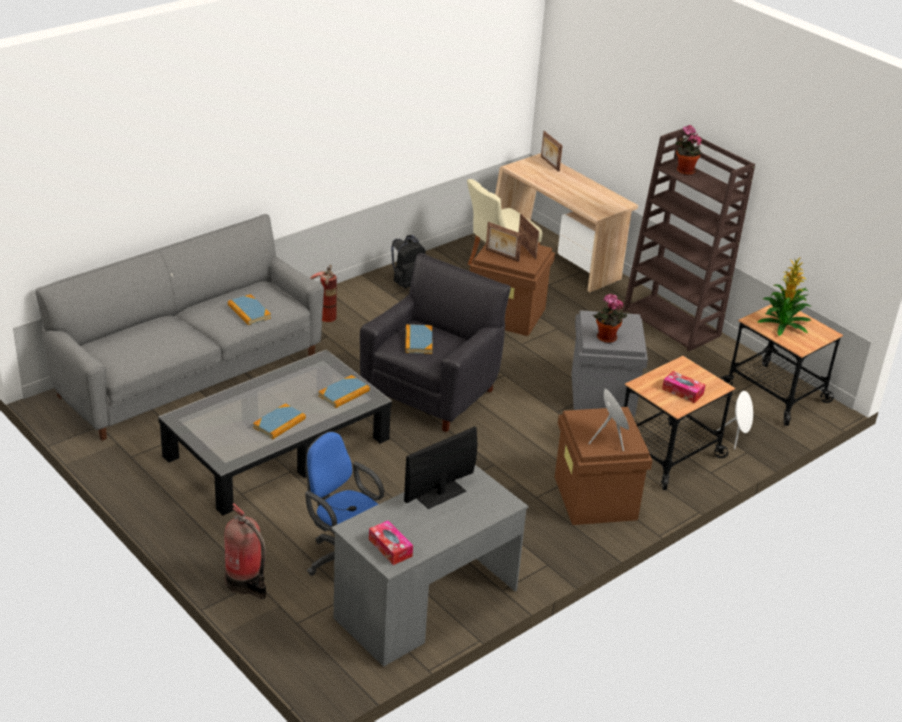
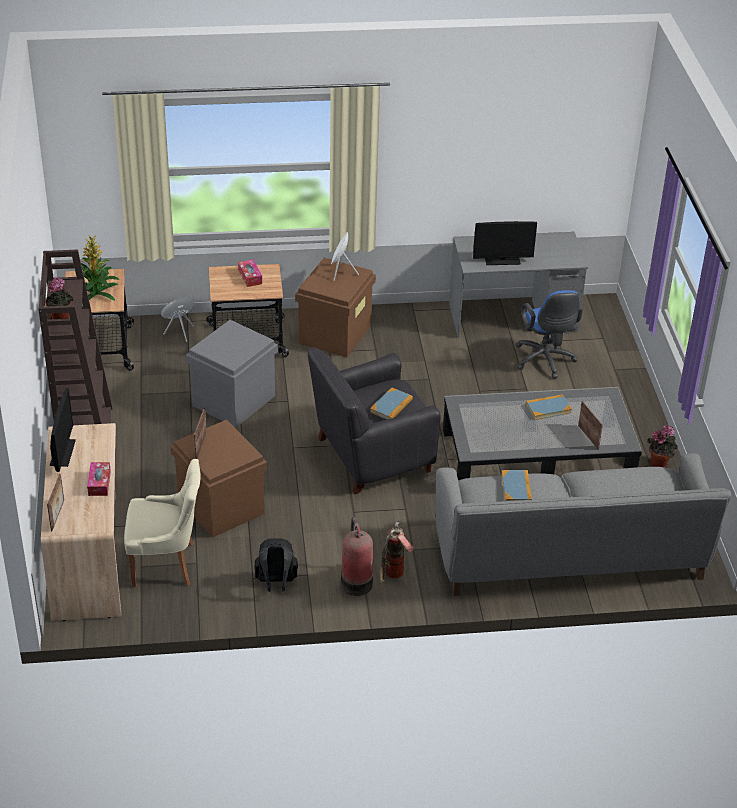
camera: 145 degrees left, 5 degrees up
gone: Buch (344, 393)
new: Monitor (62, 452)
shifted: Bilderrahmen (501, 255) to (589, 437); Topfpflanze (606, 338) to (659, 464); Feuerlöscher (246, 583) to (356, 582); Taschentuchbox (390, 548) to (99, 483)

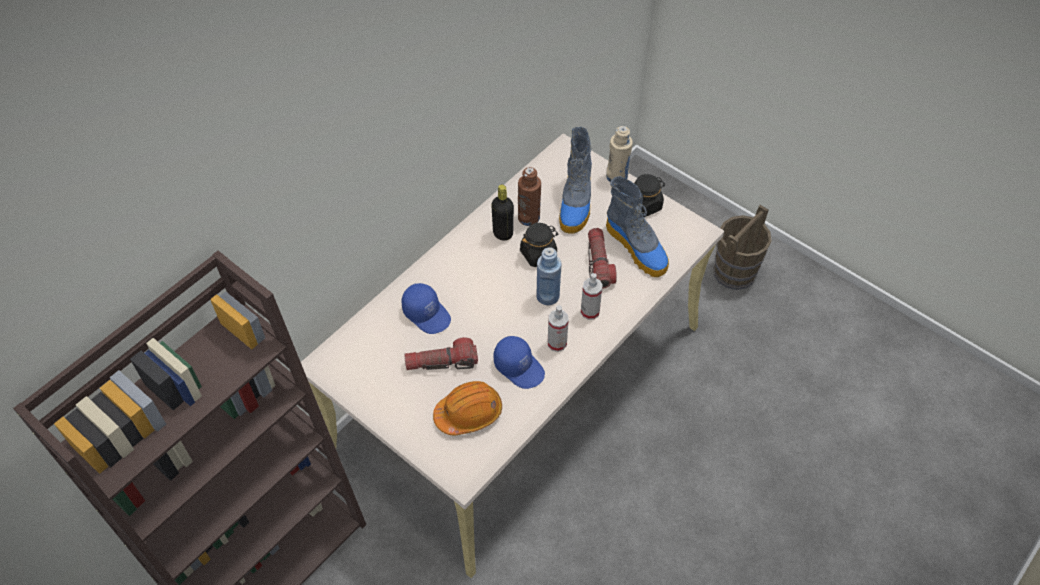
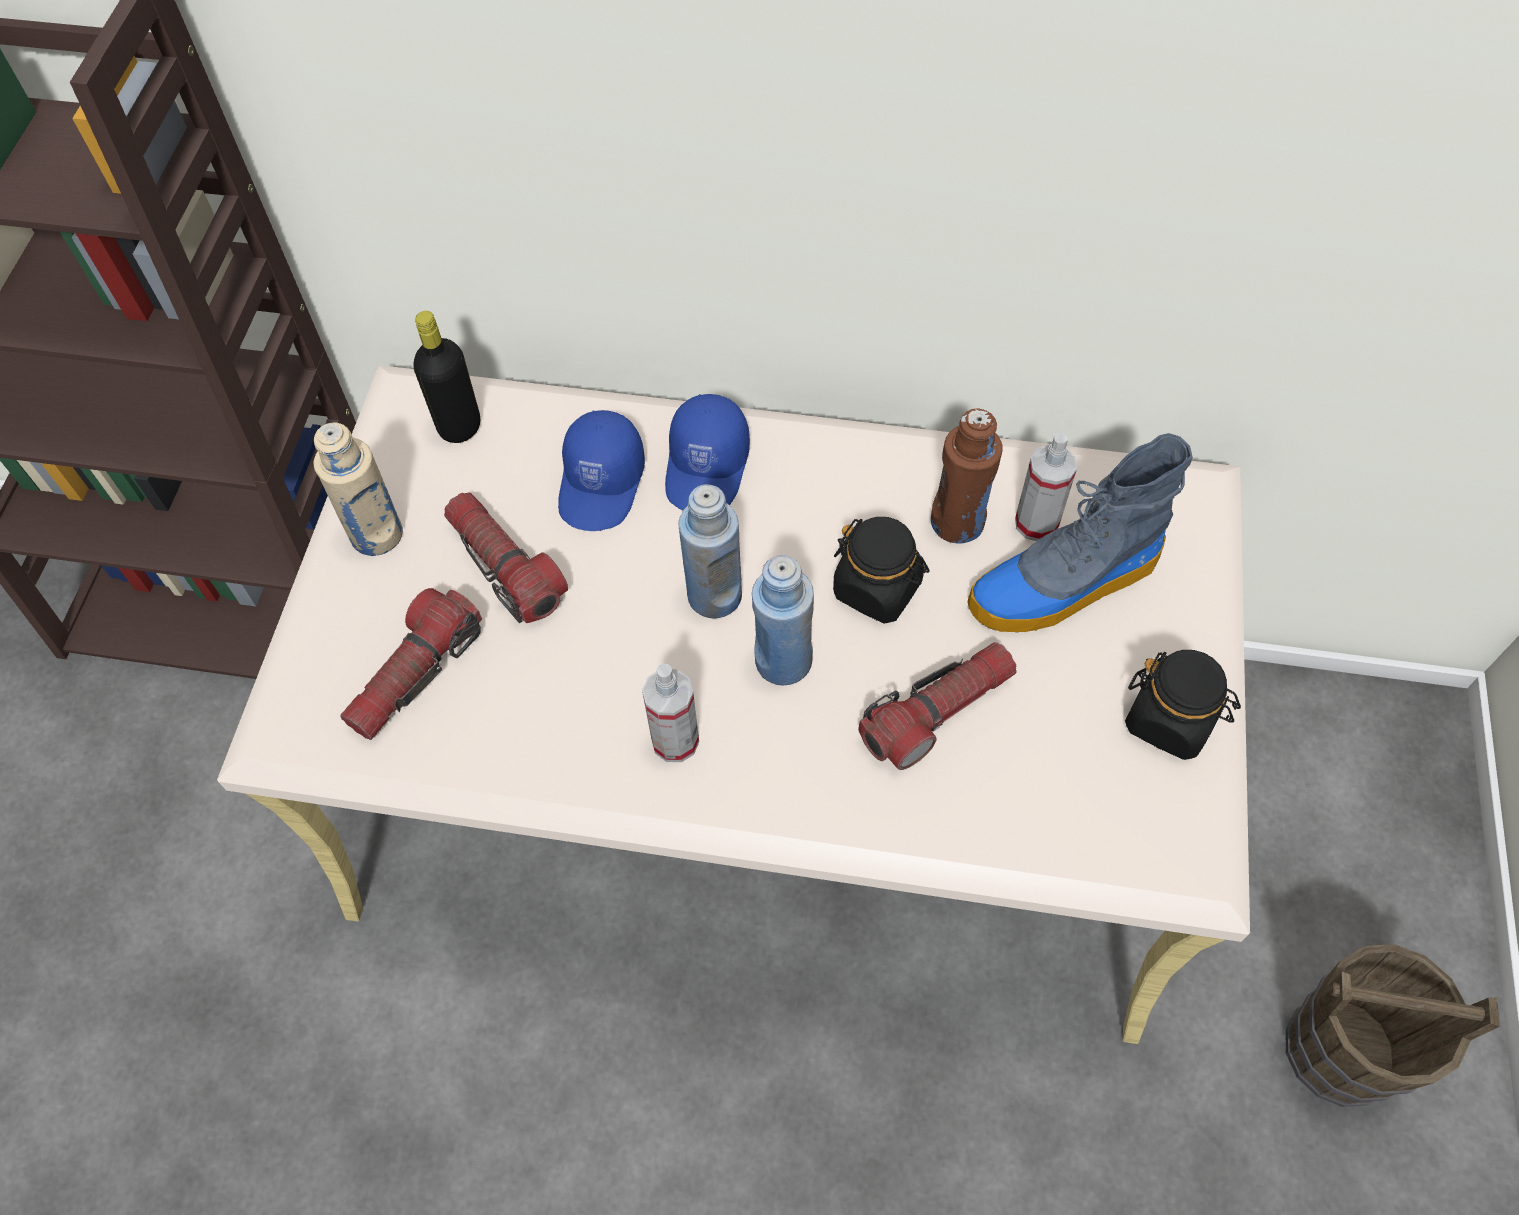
camera: 60 degrees right, 5 degrees up
gone: Stiefel (637, 248)
new: Flasche [blau] (714, 595)
shifted: Flasche [beige] (617, 176) to (377, 534); Flasche [schwarz] (503, 233) to (459, 426); Sprühflasche (590, 312) to (1036, 523); Kappe [blau] (519, 367) to (708, 467)
swapped: Schutzhelm [orange] (469, 413) to Taschenlampe (416, 674)

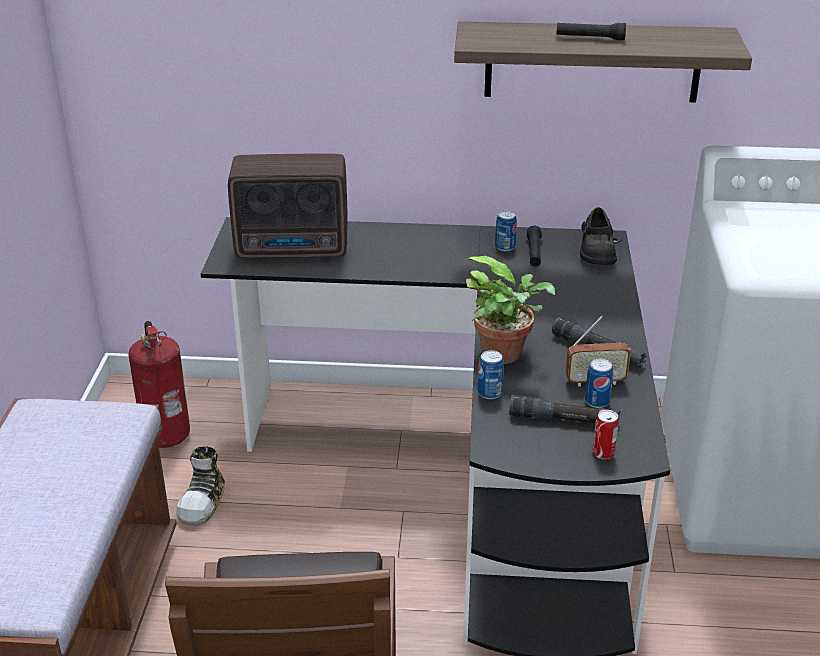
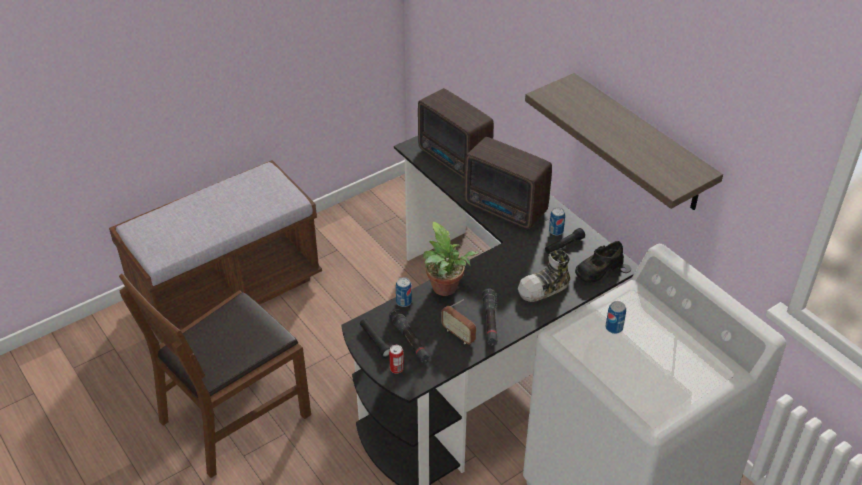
camera: 50 degrees right, 10 degrees up
gone: Feuerlöscher (166, 434)
new: Radio (506, 209)
shifted: Taschenlampe [schwarz] (590, 38) to (375, 341); Dose (597, 401) to (614, 328); Schuh (204, 502) to (544, 288)

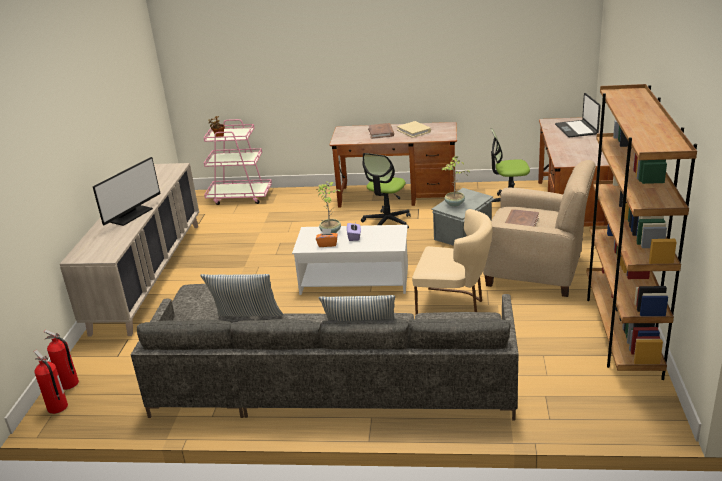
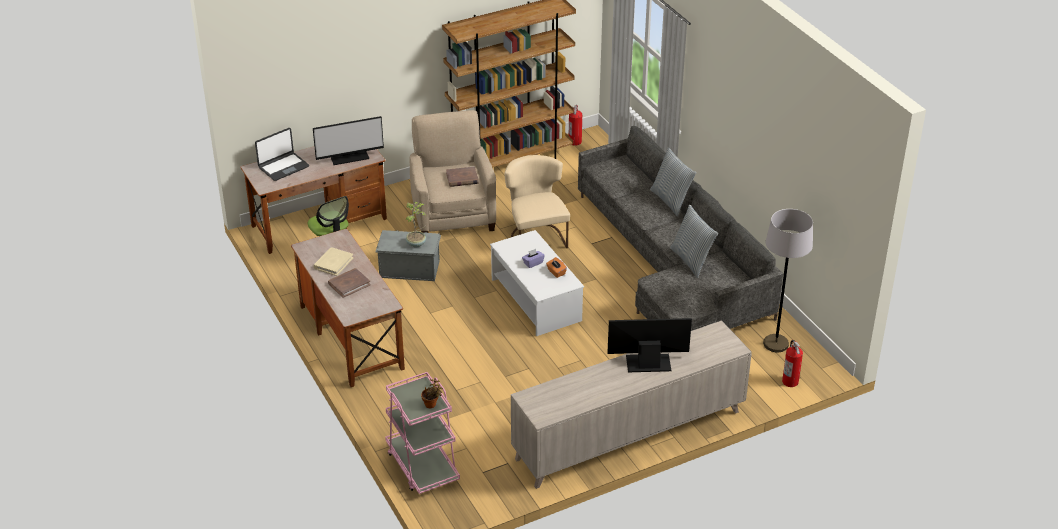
camera: 125 degrees left, 10 degrees up
gone: Bürostuhl (387, 222); Topfpflanze (331, 232)
new: Monitor (349, 156); Stehlampe [grau] (776, 344)
shifted: Feuerlöscher (57, 408) to (575, 142)

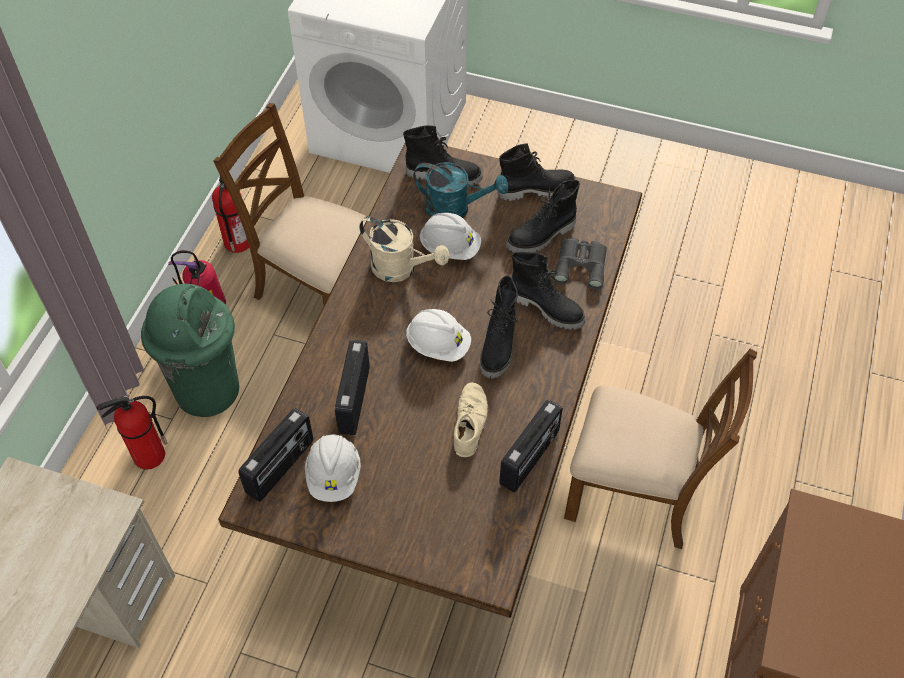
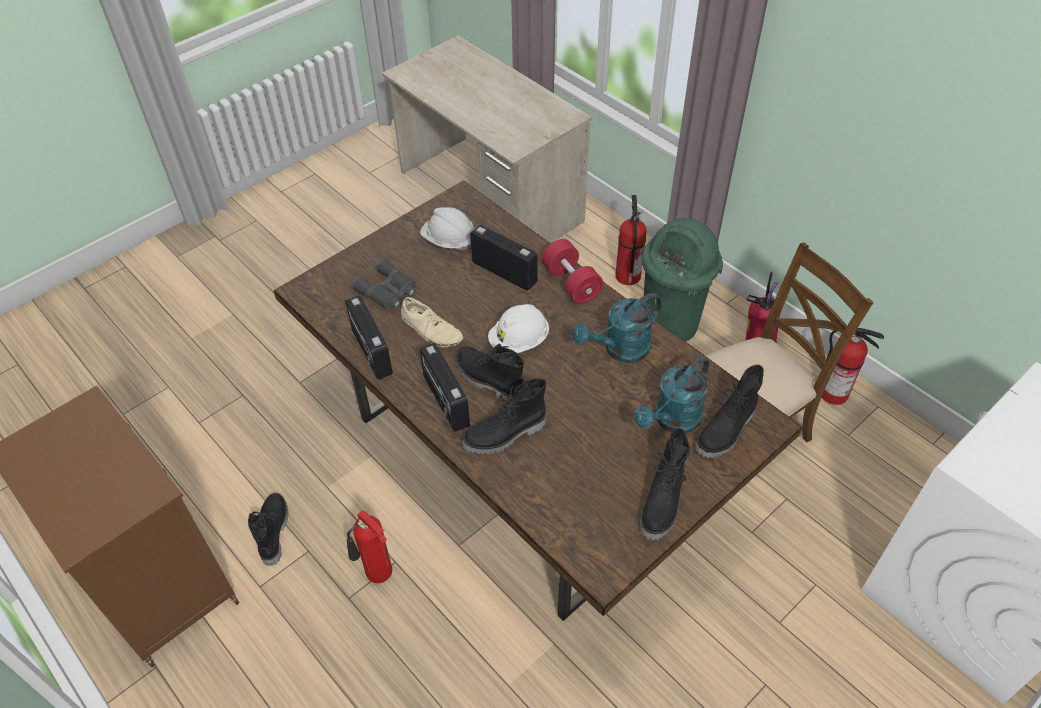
camera: 120 degrees right, 5 degrees down
gone: Schutzhelm [weiß] (450, 248)
new: Hantel [rot] (571, 283)
shifted: Stiefel [schwarz] (541, 237) to (273, 531); Fernglas [grau] (581, 265) to (388, 291); Radio (281, 467) to (445, 401)
swapped: Stuhl [braun] (635, 492) to Feuerlöscher (378, 574)
repainted: Gießkanne [beige] (401, 269) to Gießkanne [türkis] (620, 350)

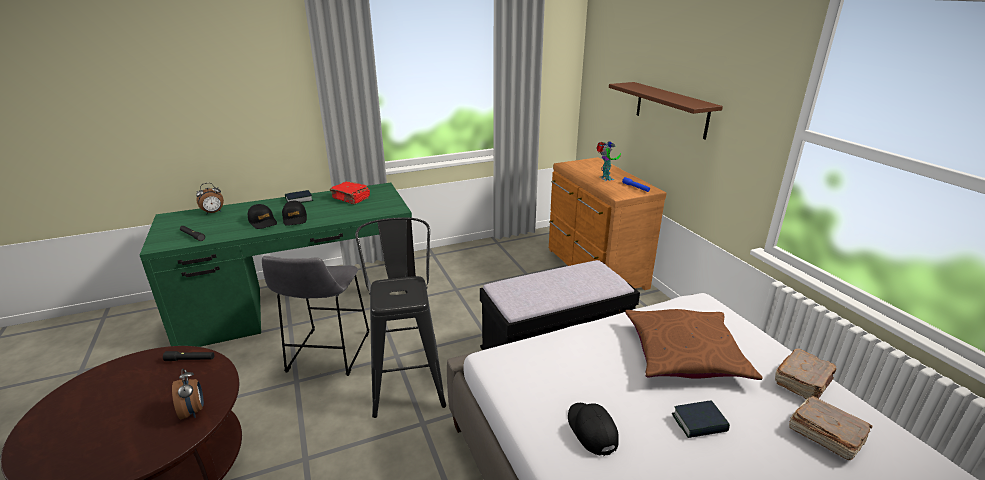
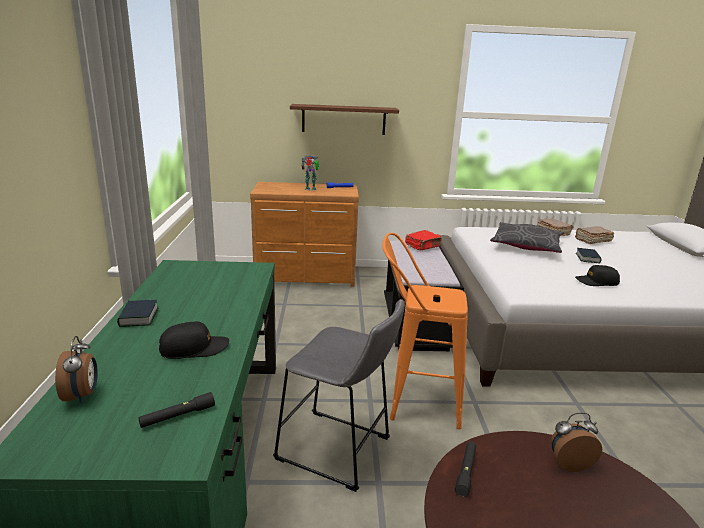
camera: 70 degrees left, 5 degrees down
gone: Kappe [schwarz] (295, 219)
shifted: Buch [rot] (351, 198) to (423, 246)
repainted: Hocker [schwarz] (407, 382) to Hocker [orange] (415, 400); Kissen [braun] (685, 354) to Kissen [grau] (526, 245)

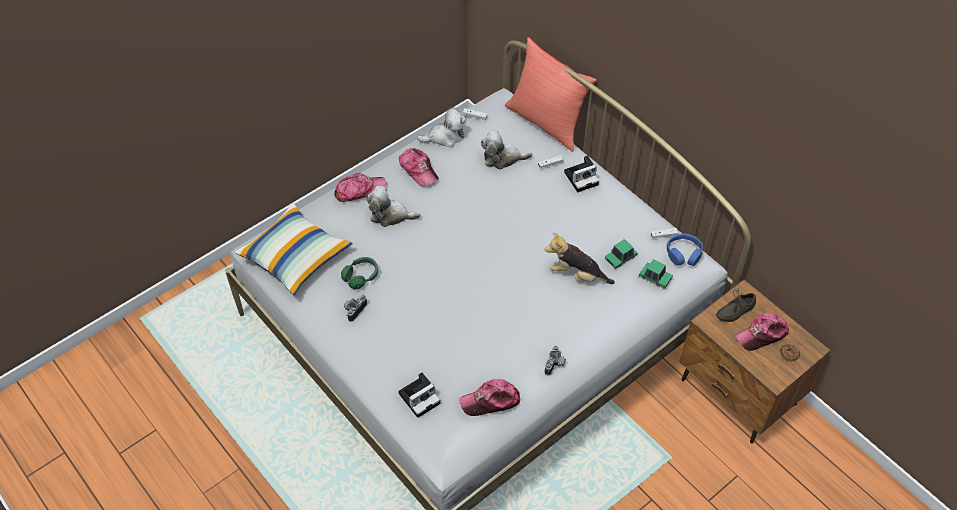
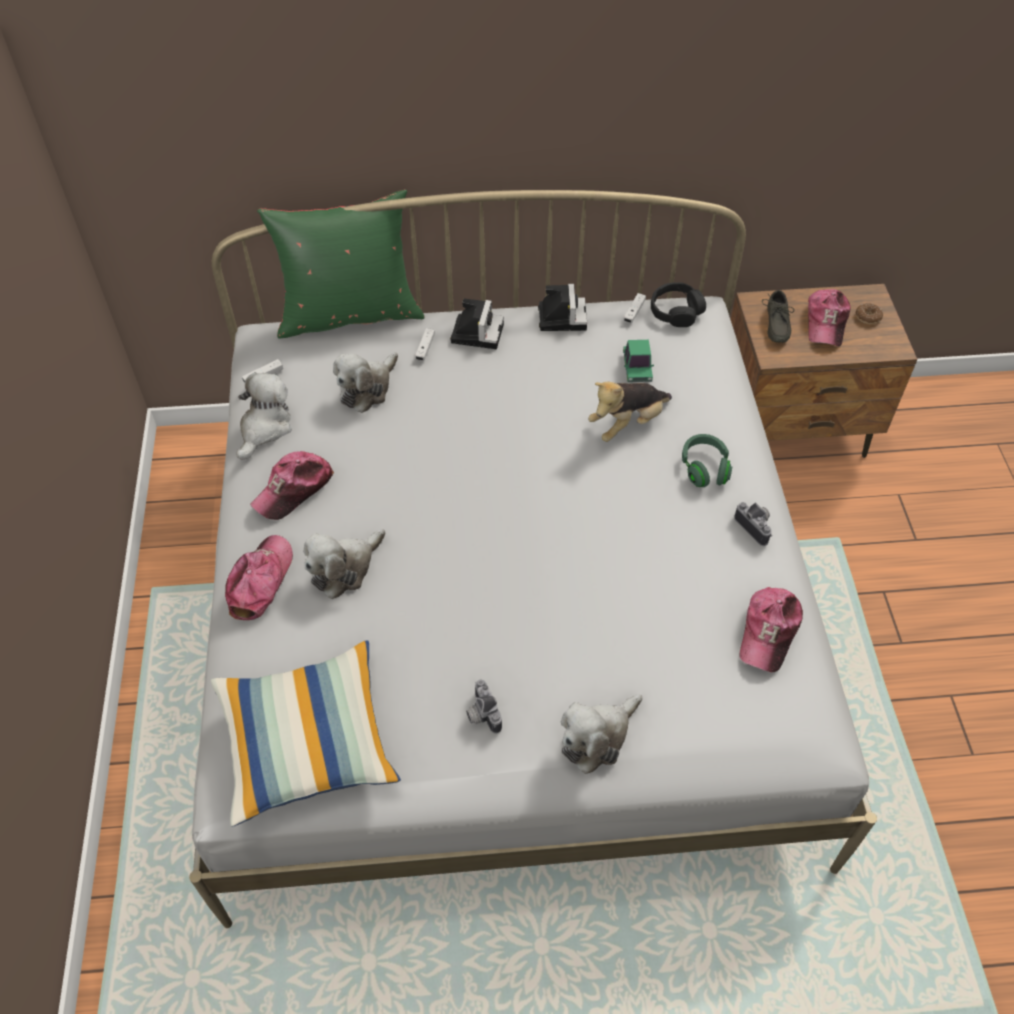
camera: 55 degrees left, 0 degrees up
gone: Spielzeugauto (655, 278)
new: Plüschtier (597, 737)
shifted: Kopfhörer [grün] (361, 277) to (704, 468); Kamera (420, 397) to (561, 316)
repainted: Kissen [rot] (547, 122) to Kissen [grün] (349, 314); Kopfhörer [blau] (683, 254) to Kopfhörer [schwarz] (676, 311)
rotated: Kappe (418, 170) = (294, 489) 135 degrees clockwise

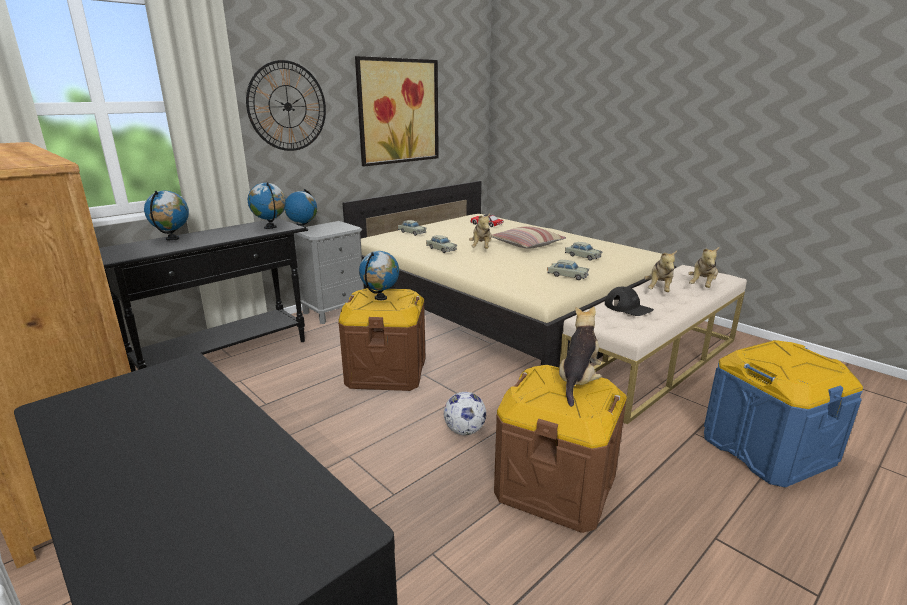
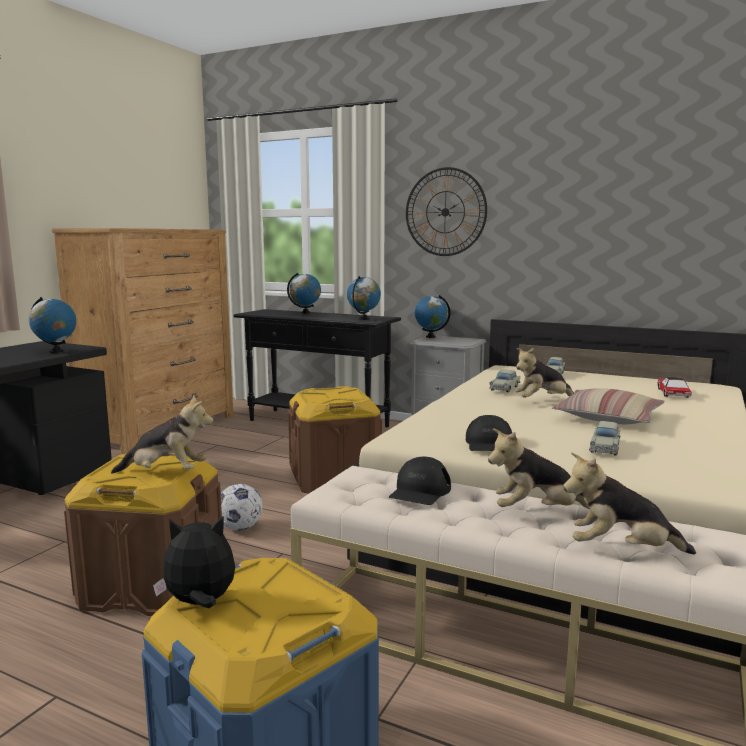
camera: 70 degrees right, 10 degrees down
gone: Bild (398, 111)
new: Plüschtier (200, 603)
shifted: Globus (381, 298) to (55, 351)
swapped: Spielzeugauto [beige] (567, 275) to Kappe [schwarz] (489, 444)

